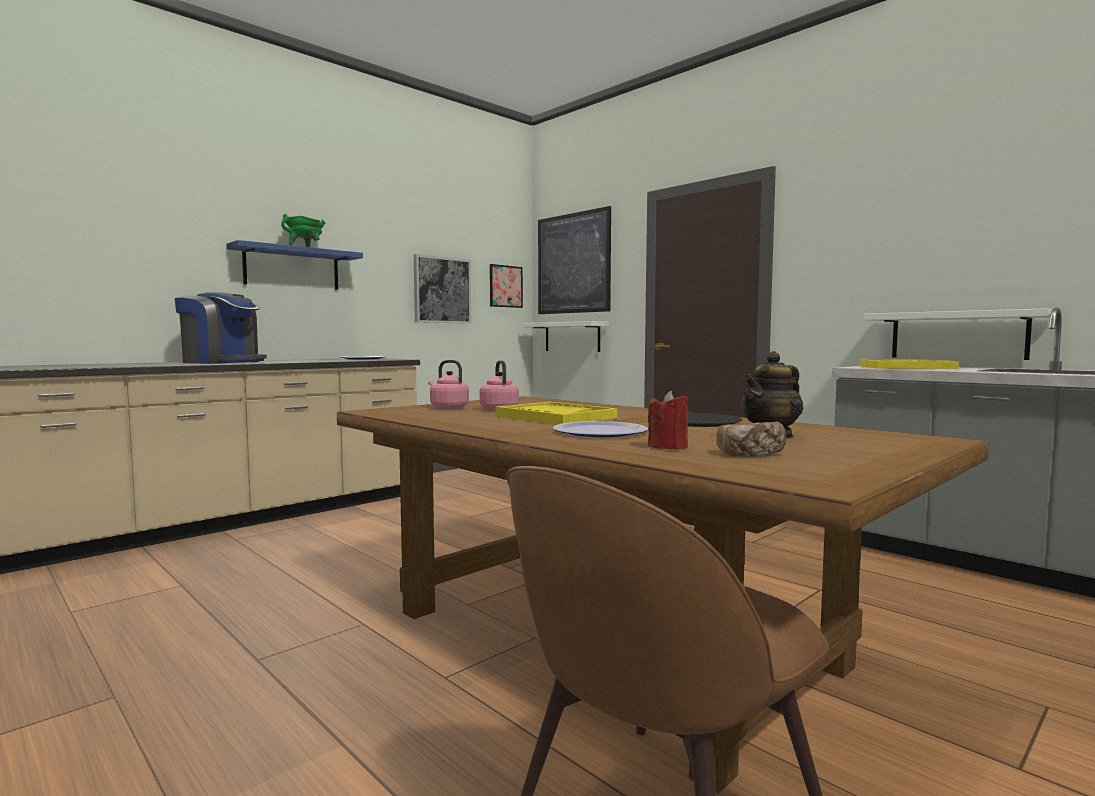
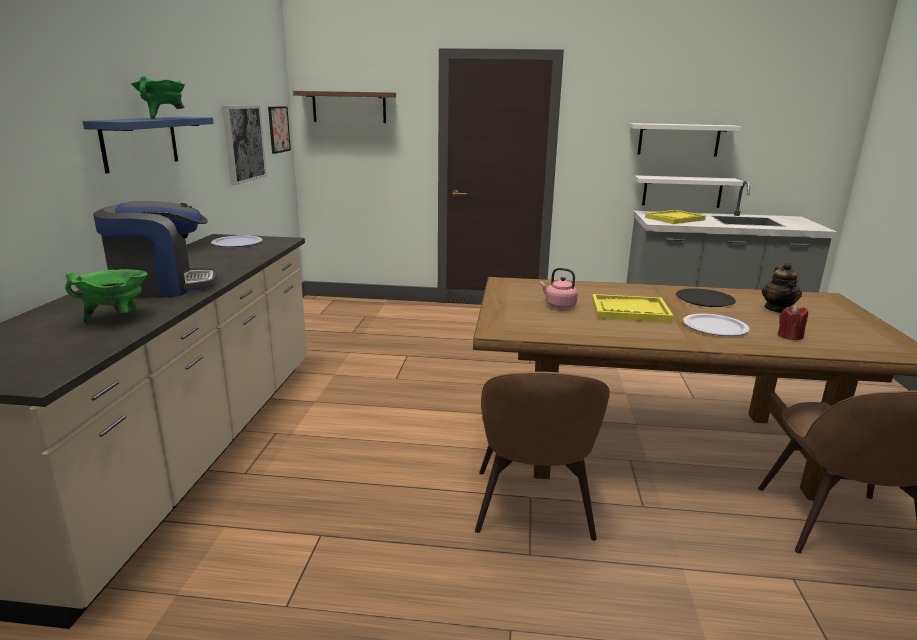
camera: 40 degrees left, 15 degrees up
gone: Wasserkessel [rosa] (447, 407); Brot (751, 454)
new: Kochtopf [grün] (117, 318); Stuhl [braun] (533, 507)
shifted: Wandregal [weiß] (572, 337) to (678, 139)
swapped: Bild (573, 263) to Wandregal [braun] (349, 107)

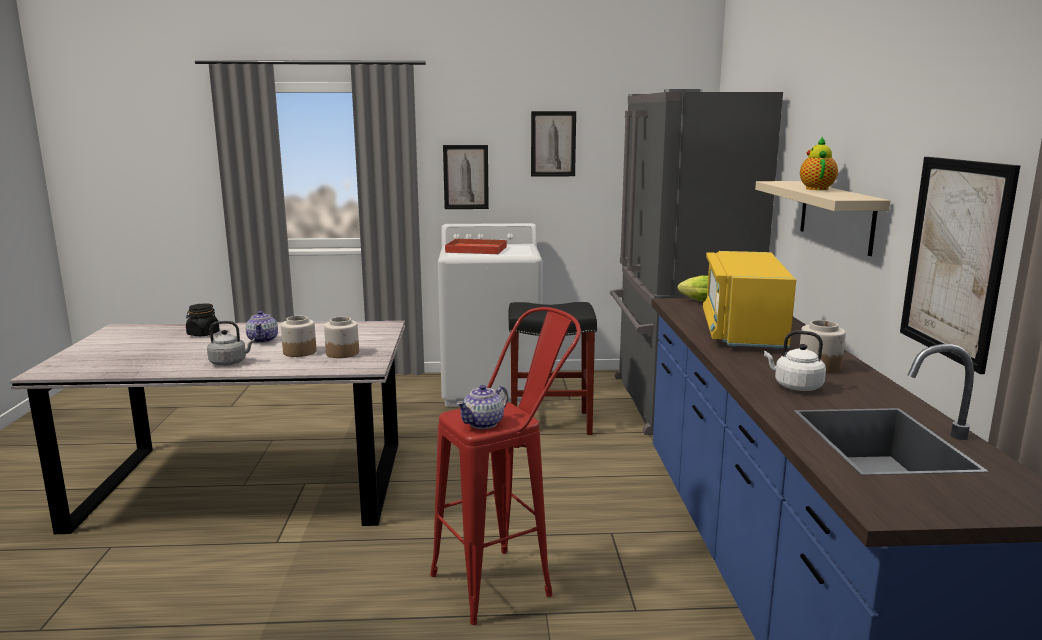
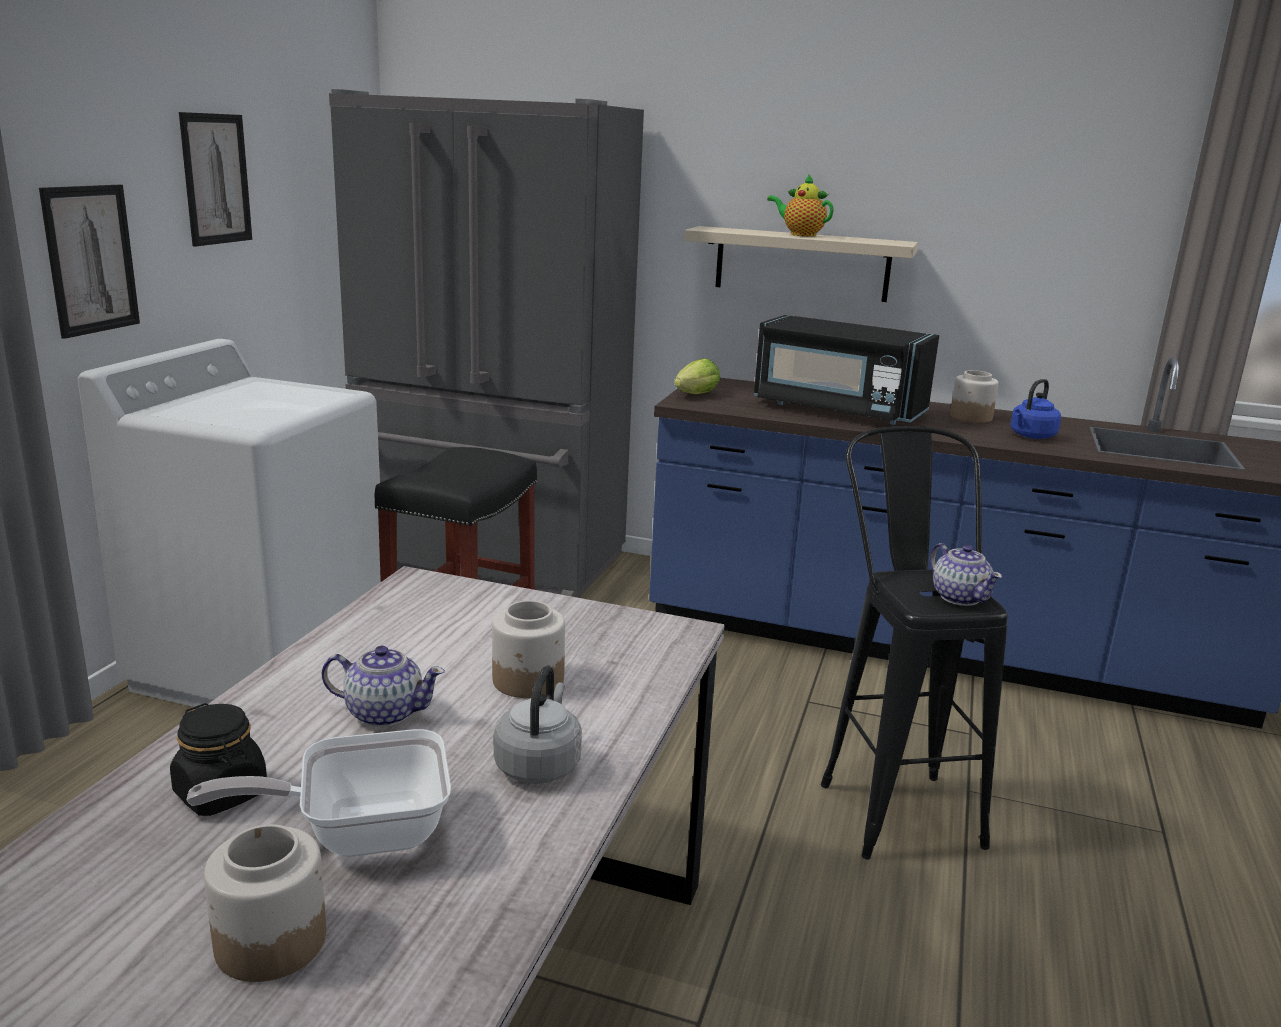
camera: 70 degrees left, 5 degrees up
gone: Bild (954, 259); Tablett [rot] (475, 249)
new: Pfanne (358, 833)
shifted: Vorratsglas (343, 353) to (270, 941)
repainted: Mikrowelle [gelb] (743, 331) to Mikrowelle [schwarz] (837, 409); Hocker [rot] (507, 579) to Hocker [schwarz] (891, 800); Wasserkessel [weiß] (795, 386) to Wasserkessel [blau] (1031, 436)

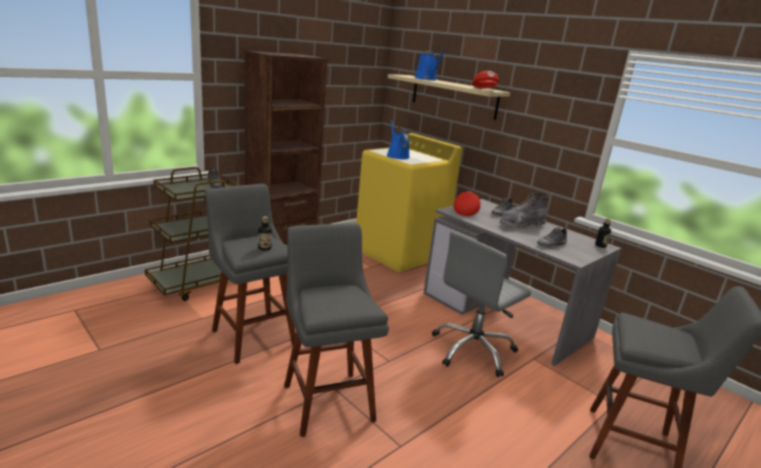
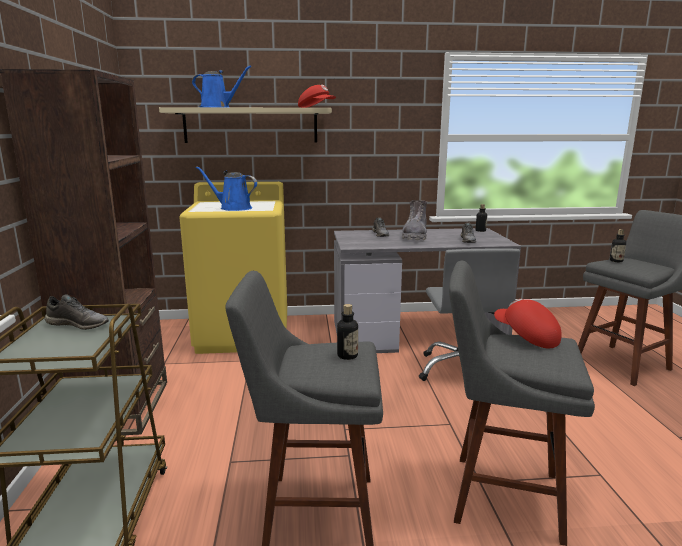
camera: 50 degrees left, 5 degrees down
new: Flasche (616, 261)
shifted: Kappe [rot] (465, 211) to (525, 337)

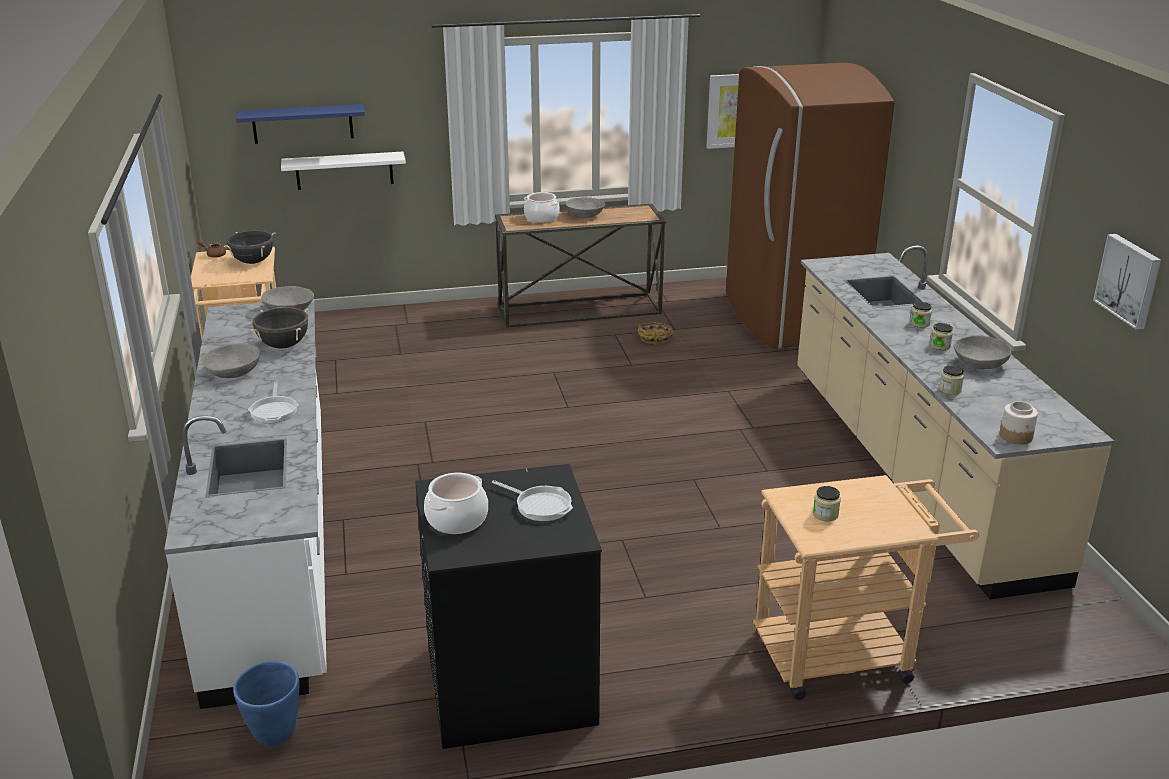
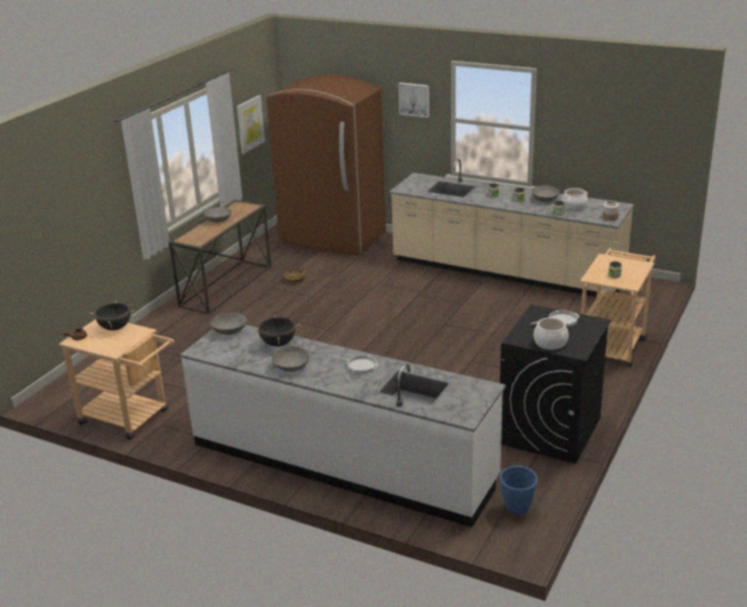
camera: 50 degrees left, 0 degrees up
gone: Wandregal [blau] (302, 124); Wandregal [weiß] (344, 170)
shifted: Kochtopf (541, 218) to (574, 207); Bild (1129, 280) to (414, 99)

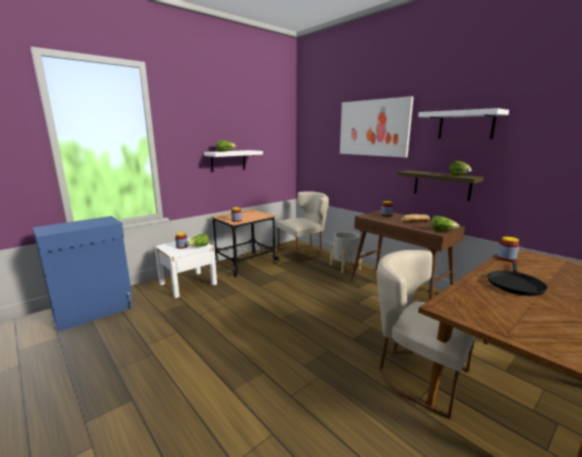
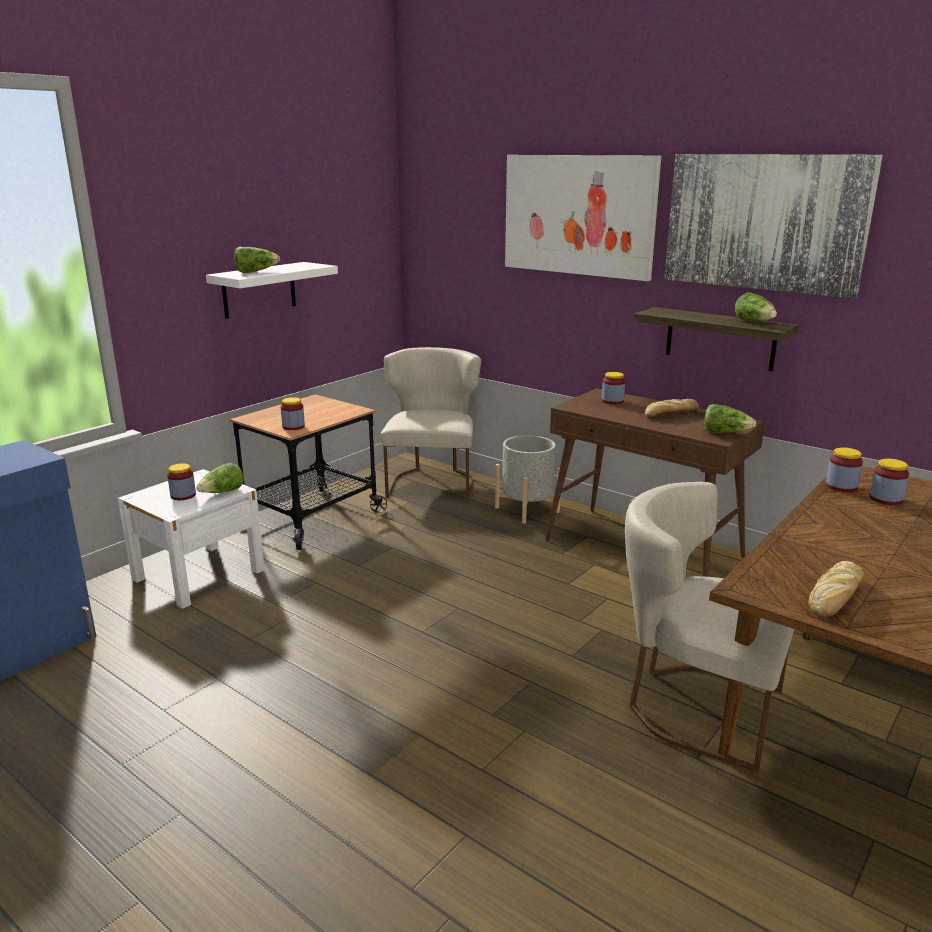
camera: 10 degrees left, 5 degrees up
gone: Pfanne [schwarz] (514, 284)
new: Vorratsglas (885, 499); Brot (835, 597)
swapped: Wandregal [weiß] (465, 125) to Bild (764, 222)
rotated: Stuhl [beige] (303, 252) = (432, 482) 45 degrees counterclockwise

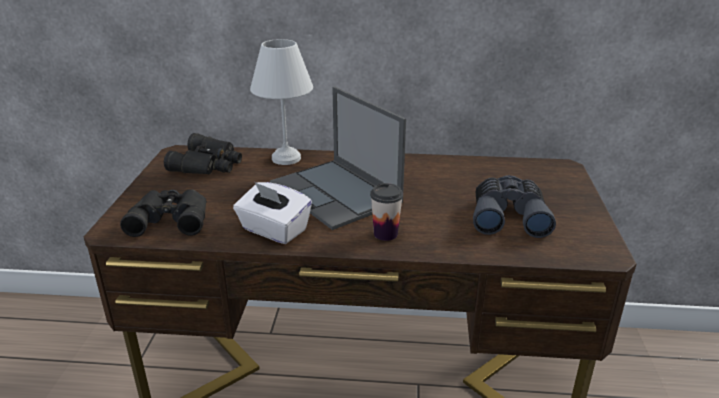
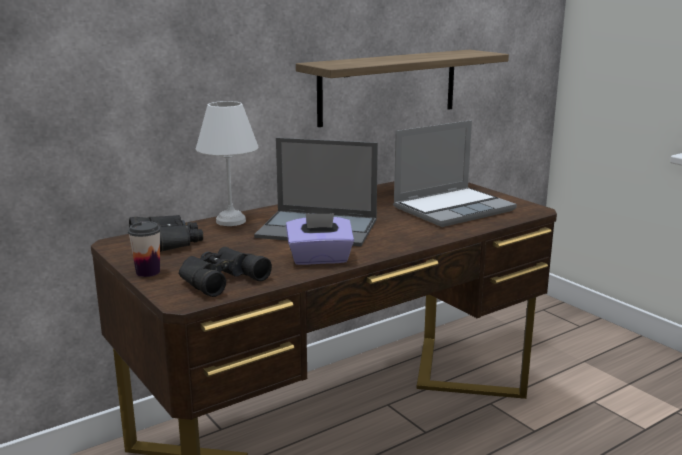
camera: 40 degrees left, 10 degrees down
new: Wandregal (388, 86)
shifted: Tasse (385, 234) to (148, 272)
swapped: Fernglas [grau] (508, 216) to Laptop (453, 208)
repainted: Taschentuchbox [weiß] (274, 230) to Taschentuchbox [lila] (320, 259)

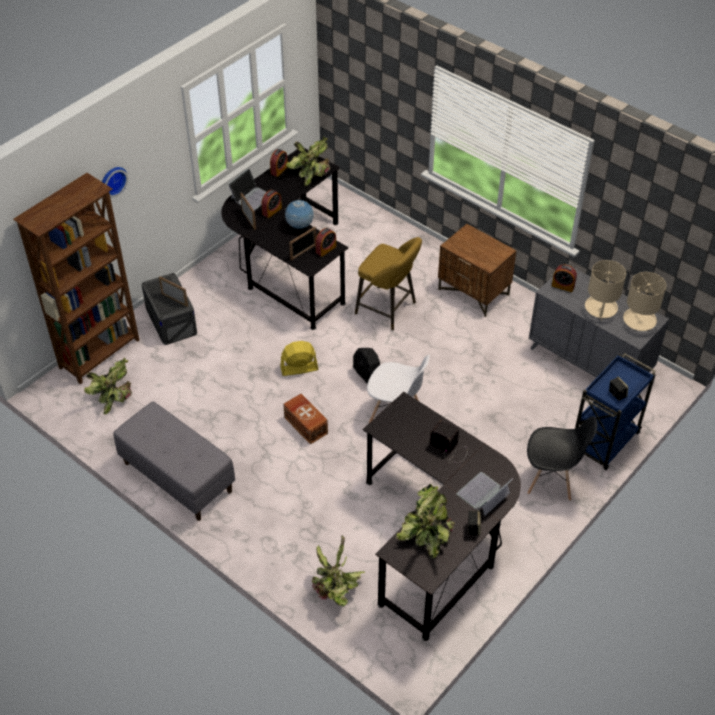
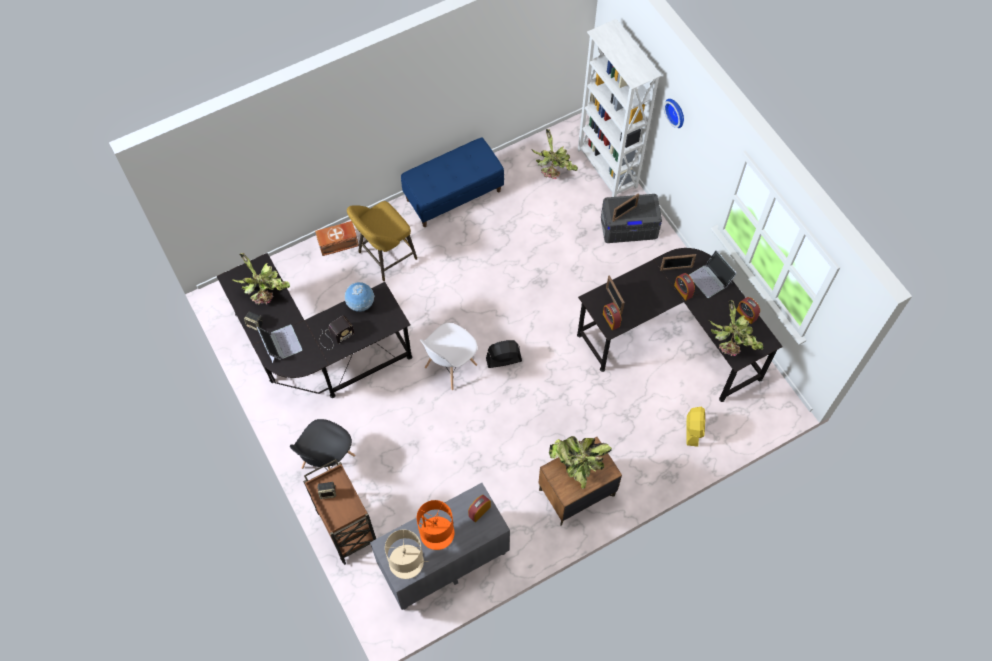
camera: 110 degrees right, 15 degrees up
shifted: Globus (299, 226) to (361, 304); Hocker [gelb] (388, 309) to (385, 257); Ventilator [gelb] (299, 368) to (693, 429); Aufbewahrungsbox [braun] (306, 424) to (339, 243); Topfpflanze (336, 590) to (577, 465)
repainted: Bücherregal [braun] (100, 354) to Bücherregal [weiß] (607, 169); Tischlampe [beige] (601, 308) to Tischlampe [orange] (436, 533); Rollwagen [blau] (604, 442) to Rollwagen [braun] (346, 526); Bank [grau] (177, 477) to Bank [blau] (453, 195)

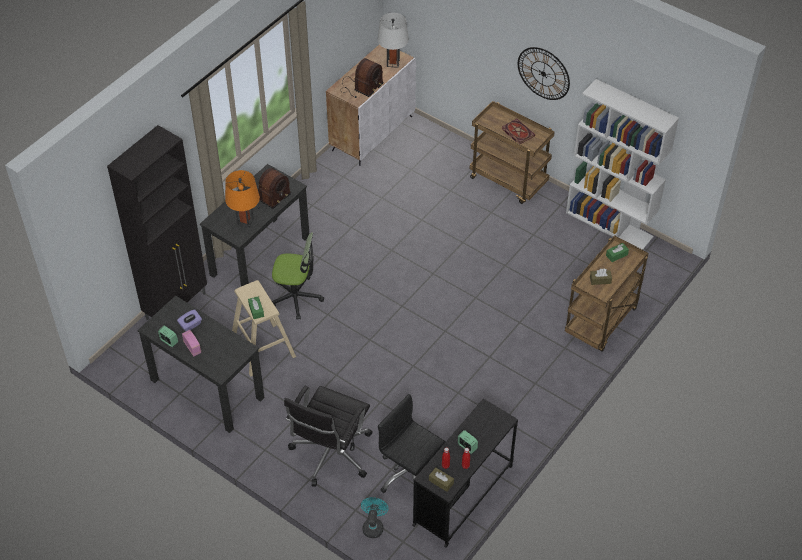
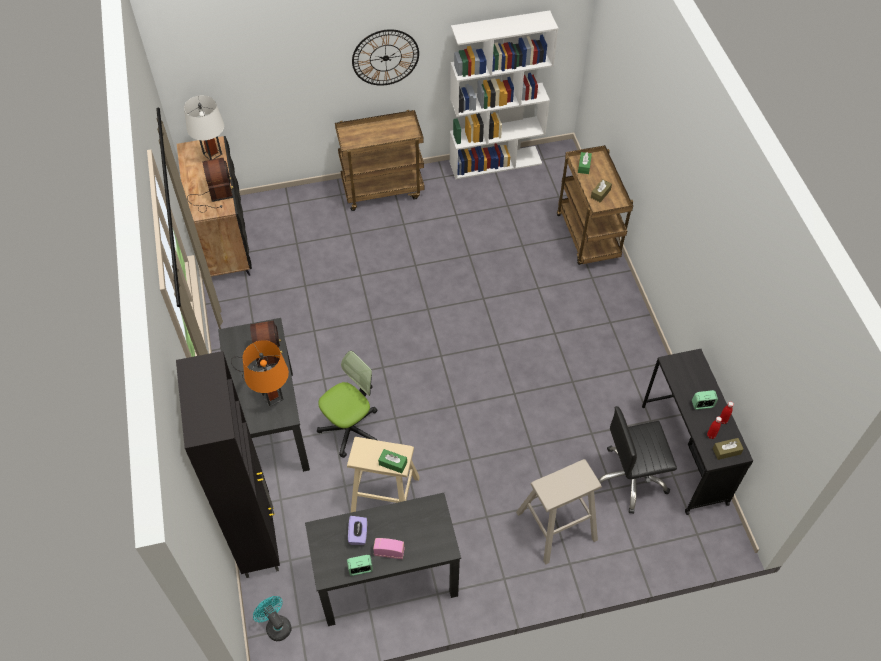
camera: 50 degrees left, 5 degrees up
gone: Buch (517, 132)
shifted: Ventilator [türkis] (373, 526) to (276, 625)
swapped: Bürostuhl [schwarz] (330, 454) to Hocker [beige] (556, 526)
repainted: Schrank [weiß] (372, 133) to Schrank [schwarz] (223, 240)

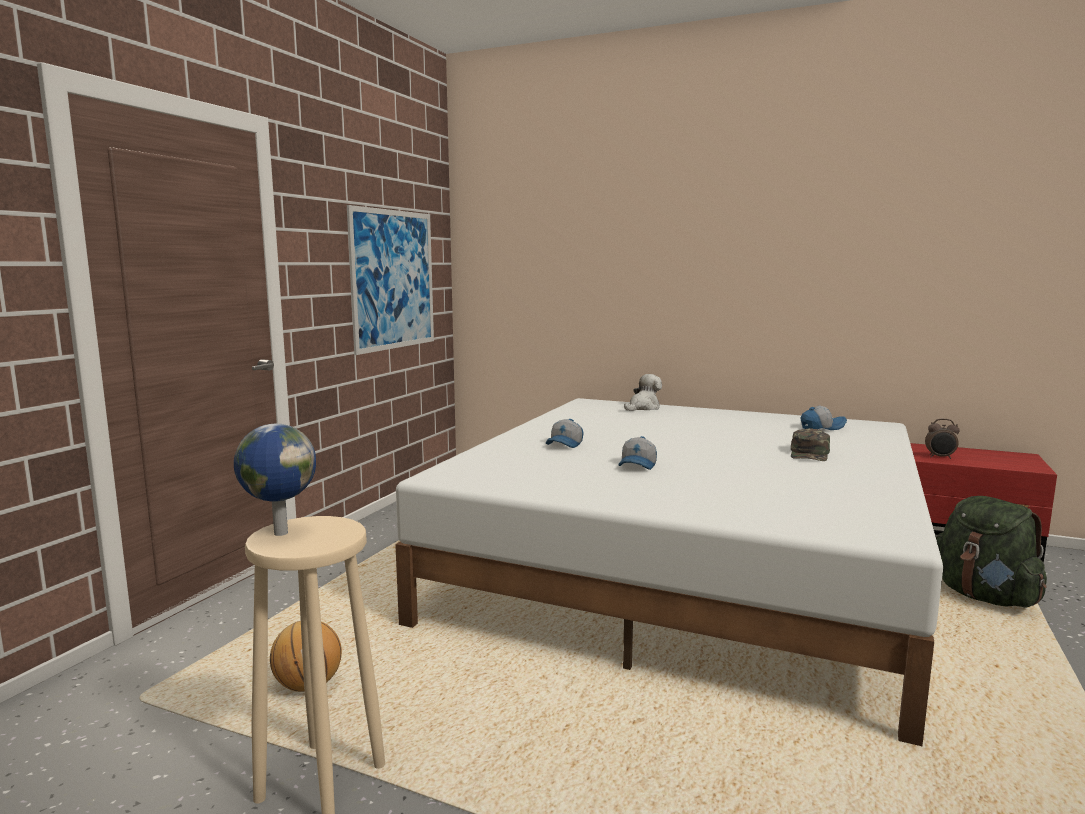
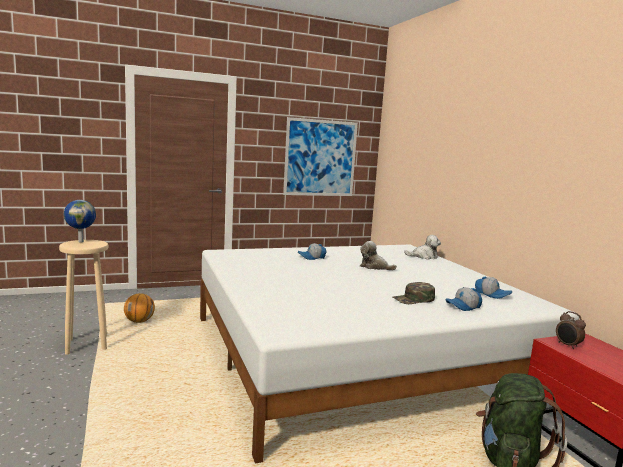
camera: 45 degrees right, 0 degrees up
new: Plüschtier (374, 267)
shifted: Kappe (638, 465) to (463, 306)

